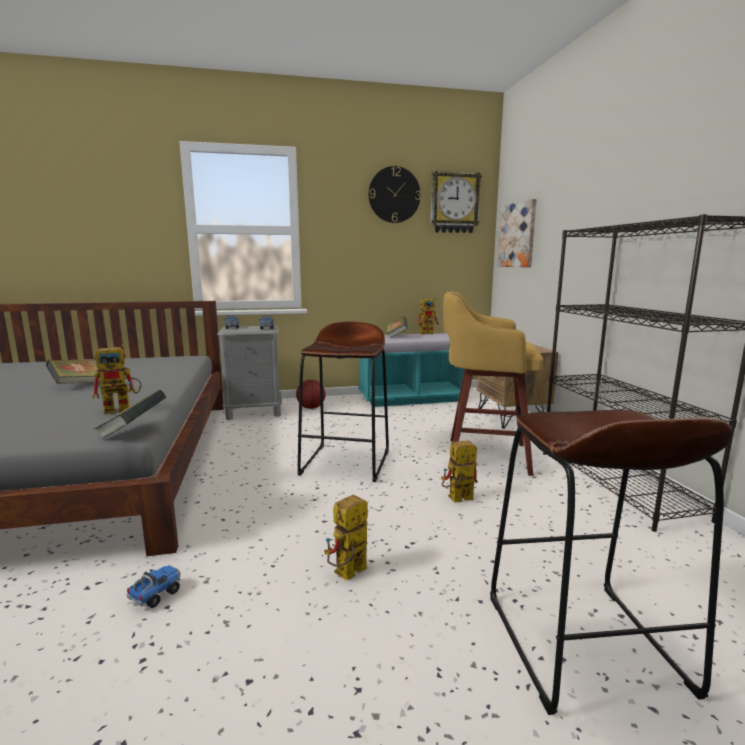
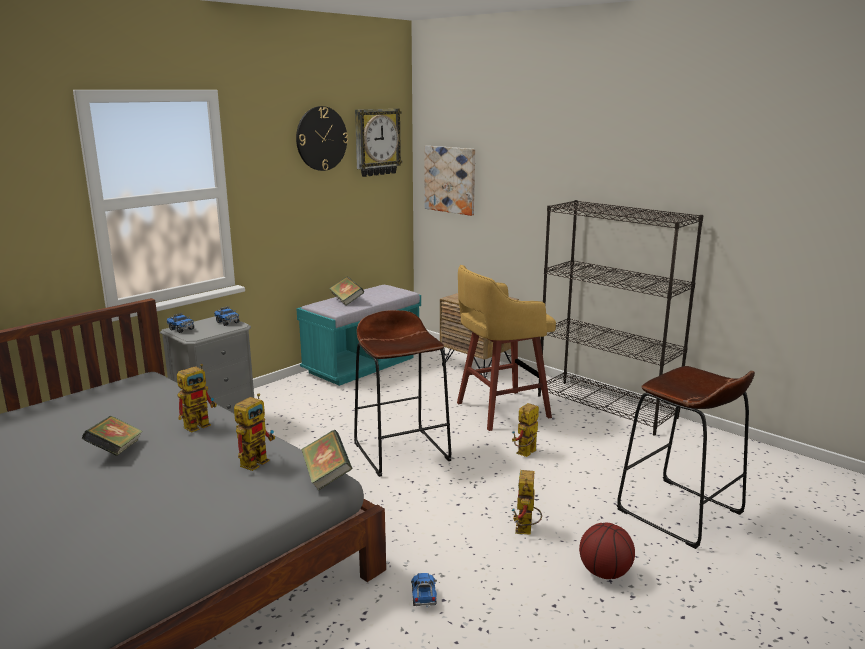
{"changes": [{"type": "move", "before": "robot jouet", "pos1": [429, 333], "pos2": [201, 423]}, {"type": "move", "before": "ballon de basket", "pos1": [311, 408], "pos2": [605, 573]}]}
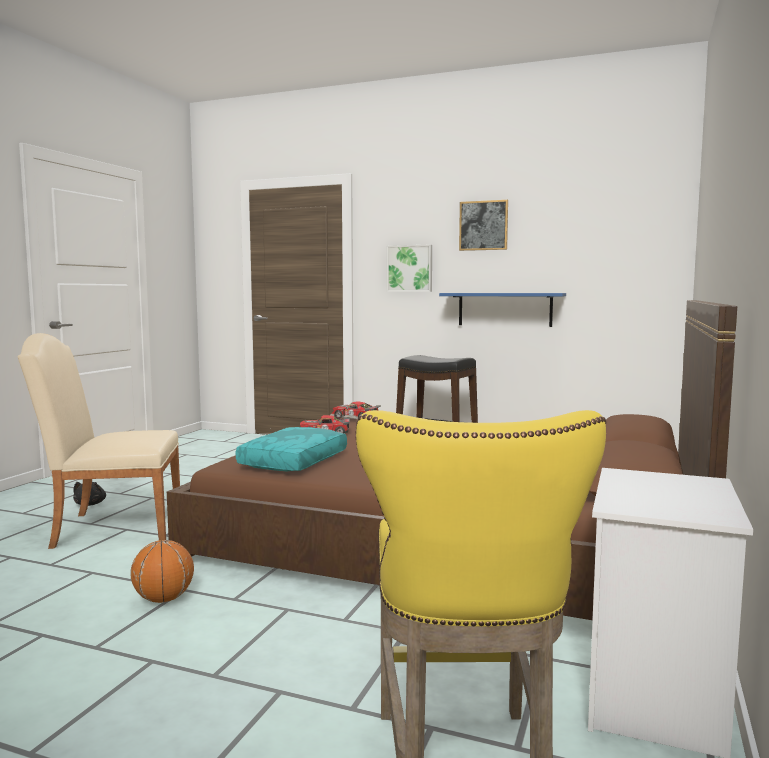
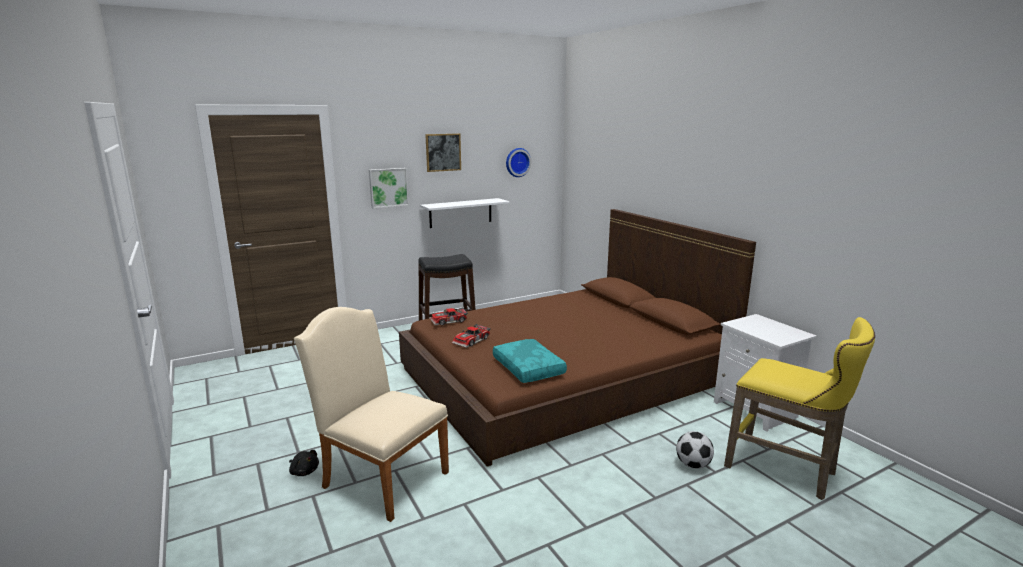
{"changes": [{"type": "rotate", "before": "chaise (beige)", "pos1": [109, 528], "pos2": [380, 476], "turn": 90}, {"type": "recolor", "before": "étagère (bleu)", "after": "étagère (blanc)", "pos1": [504, 309], "pos2": [460, 213]}, {"type": "insert", "after": "horloge murale", "pos2": [517, 162]}, {"type": "insert", "after": "ballon de foot", "pos2": [693, 465]}, {"type": "delete", "before": "ballon de basket", "pos1": [164, 599]}]}
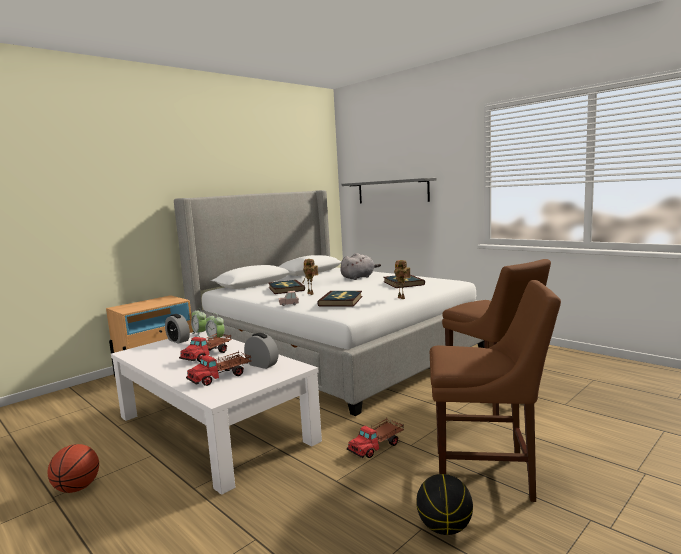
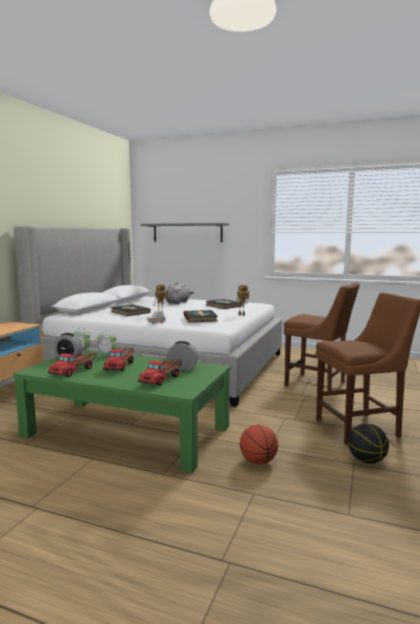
{"changes": [{"type": "recolor", "before": "table basse (blanc)", "after": "table basse (vert)", "pos1": [214, 428], "pos2": [127, 431]}, {"type": "move", "before": "camion jouet", "pos1": [377, 446], "pos2": [74, 370]}, {"type": "move", "before": "ballon de basket", "pos1": [77, 488], "pos2": [258, 461]}]}
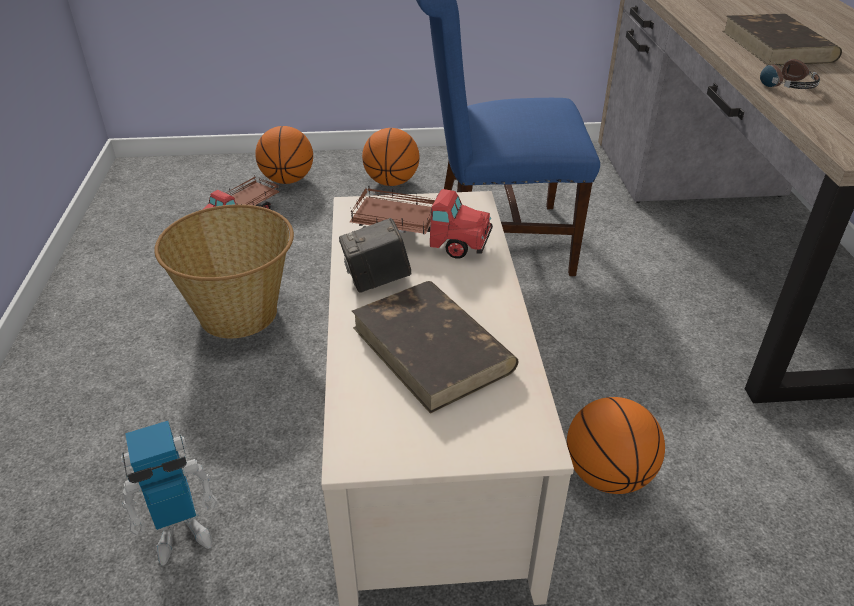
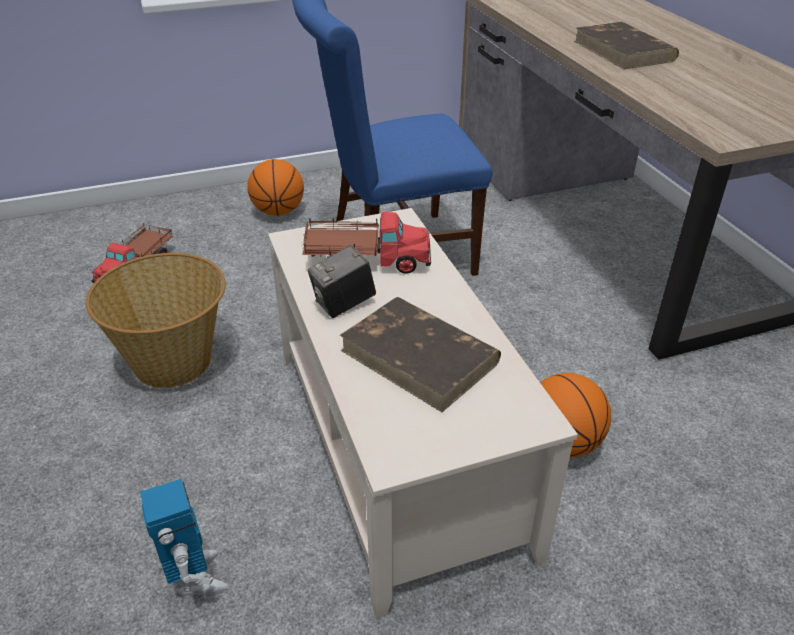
{"changes": [{"type": "rotate", "before": "robot jouet", "pos1": [181, 534], "pos2": [196, 579], "turn": -75}, {"type": "delete", "before": "ballon de basket", "pos1": [287, 180]}, {"type": "delete", "before": "casque audio", "pos1": [780, 83]}]}
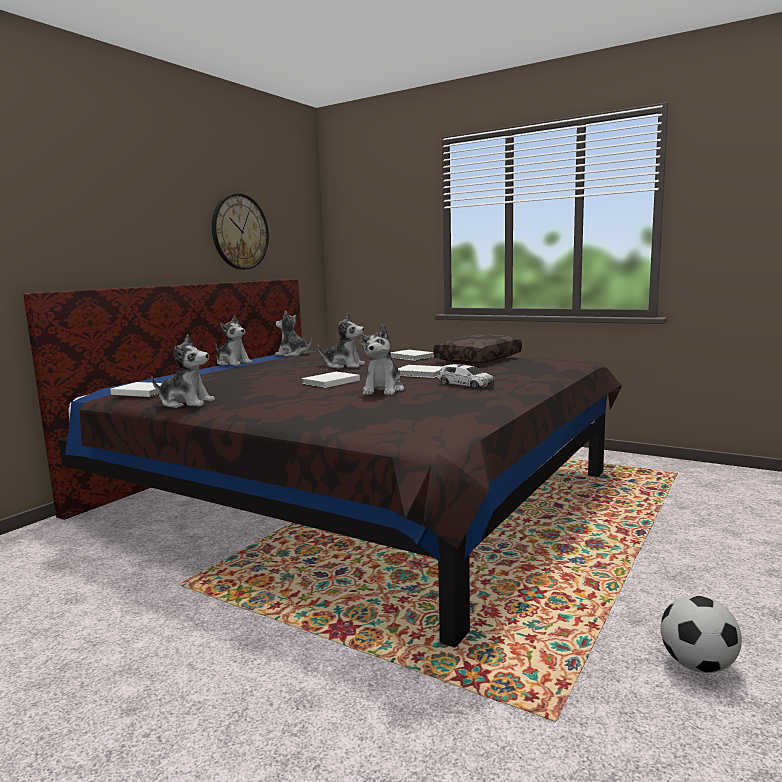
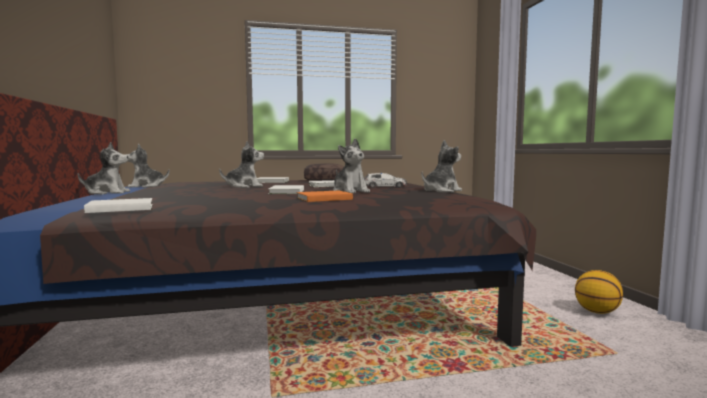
{"changes": [{"type": "insert", "after": "livre (orange)", "pos2": [322, 198]}, {"type": "move", "before": "peluche", "pos1": [186, 403], "pos2": [441, 191]}, {"type": "replace", "before": "ballon de foot", "after": "ballon de basket", "pos1": [697, 665], "pos2": [596, 311]}, {"type": "delete", "before": "horloge murale", "pos1": [240, 232]}]}
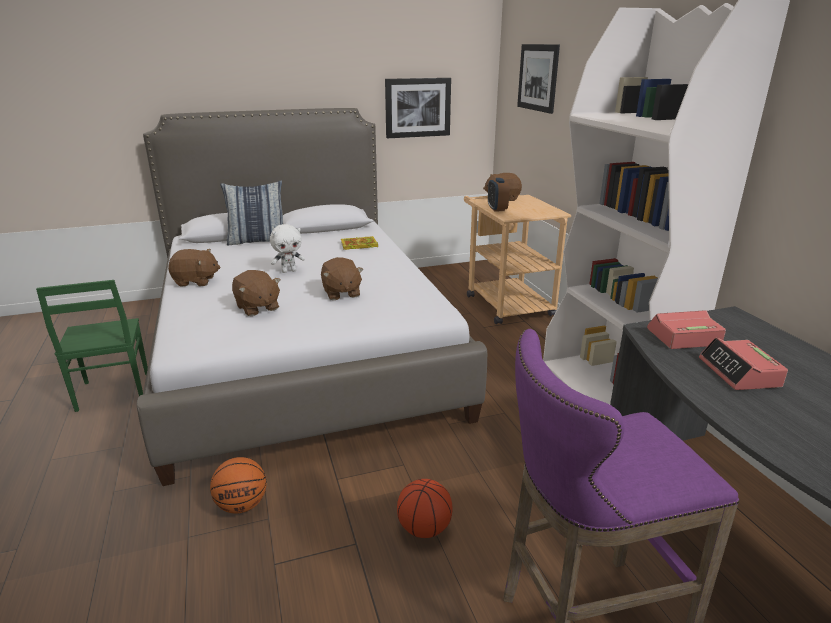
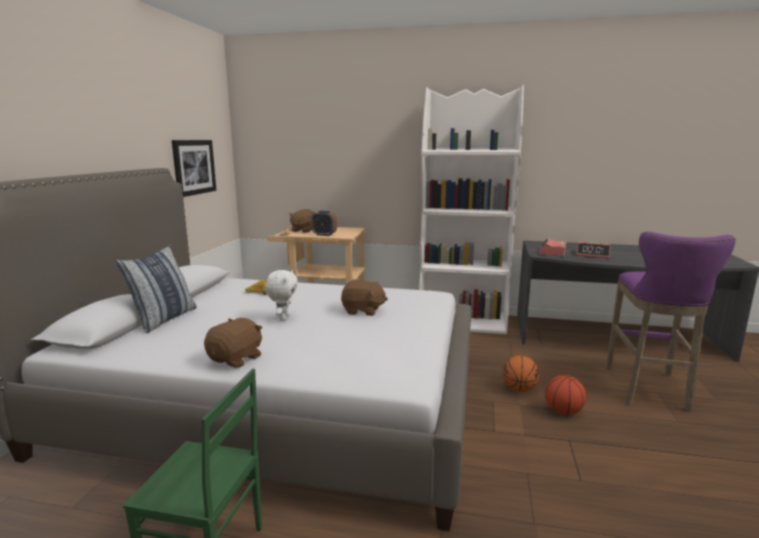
{"changes": [{"type": "move", "before": "ballon de basket", "pos1": [242, 505], "pos2": [519, 389]}, {"type": "delete", "before": "peluche (marron)", "pos1": [257, 308]}, {"type": "delete", "before": "tableau", "pos1": [538, 77]}]}
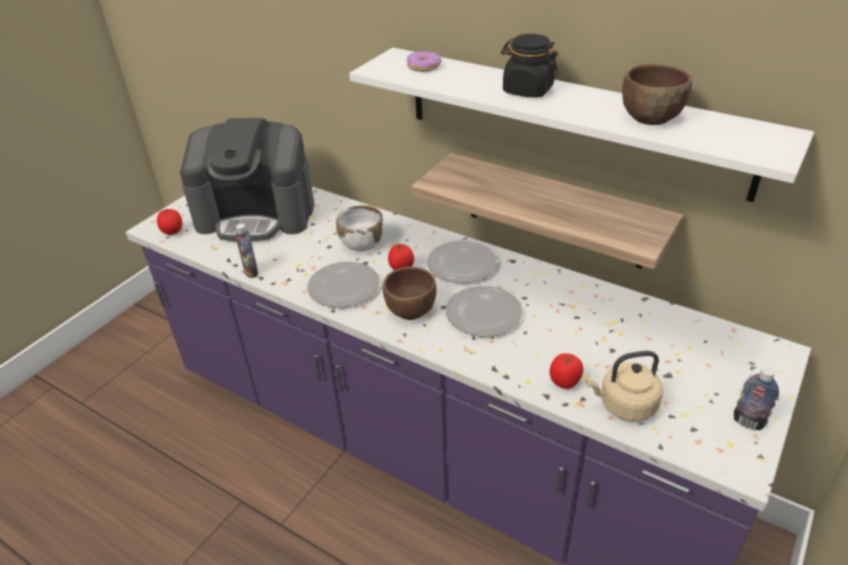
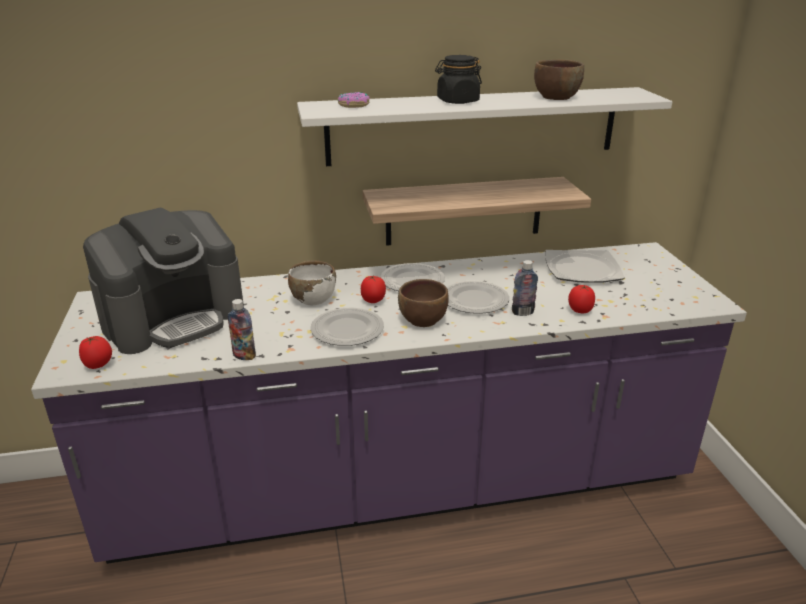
{"changes": [{"type": "move", "before": "bouteille", "pos1": [748, 422], "pos2": [522, 312]}, {"type": "insert", "after": "assiette", "pos2": [582, 269]}, {"type": "delete", "before": "bouilloire (beige)", "pos1": [624, 405]}]}
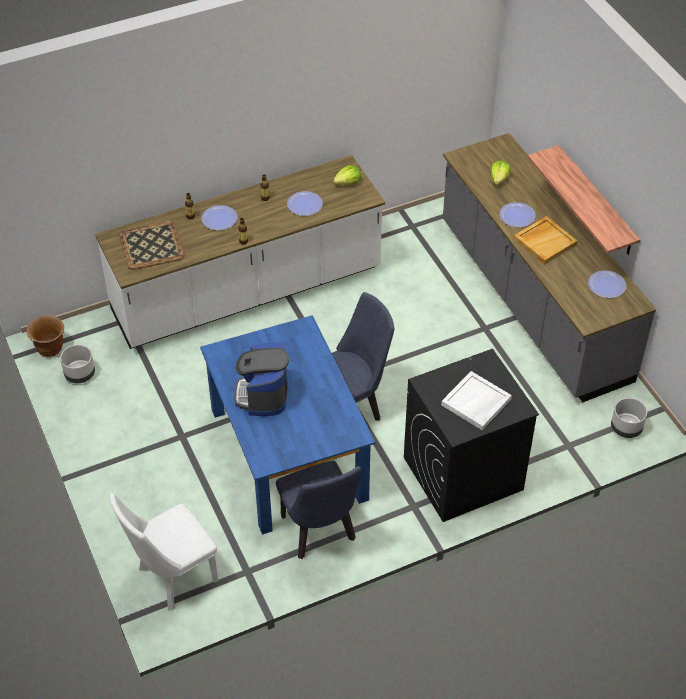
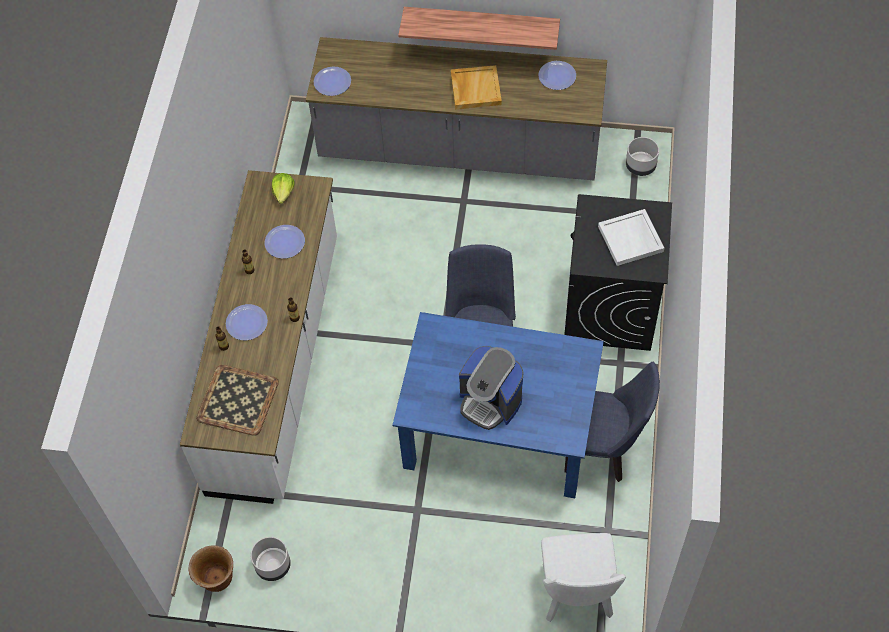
{"changes": [{"type": "move", "before": "assiette", "pos1": [517, 216], "pos2": [332, 82]}, {"type": "delete", "before": "laitue", "pos1": [499, 179]}]}
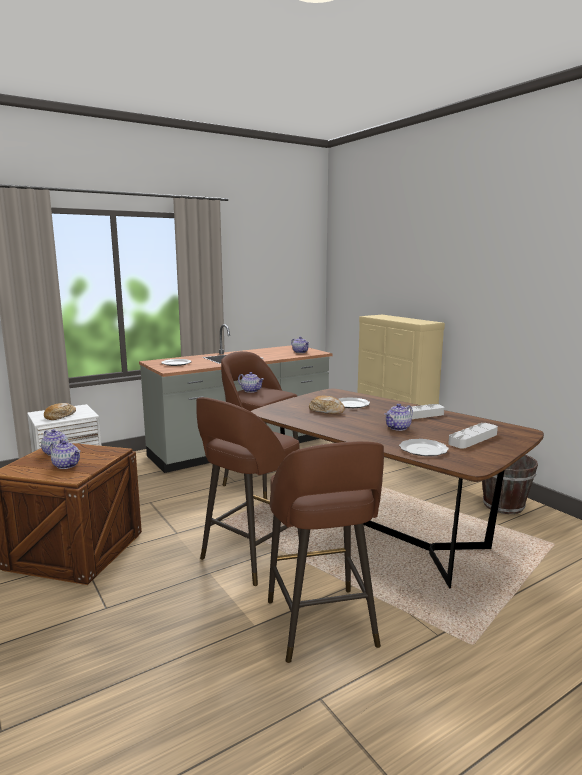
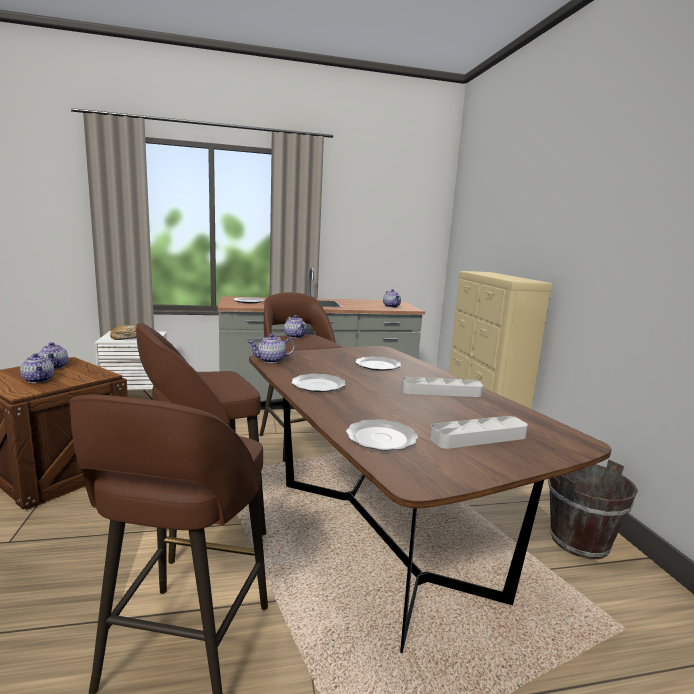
{"changes": [{"type": "move", "before": "théière", "pos1": [398, 428], "pos2": [271, 360]}, {"type": "insert", "after": "assiette", "pos2": [319, 385]}, {"type": "delete", "before": "pain", "pos1": [326, 411]}]}
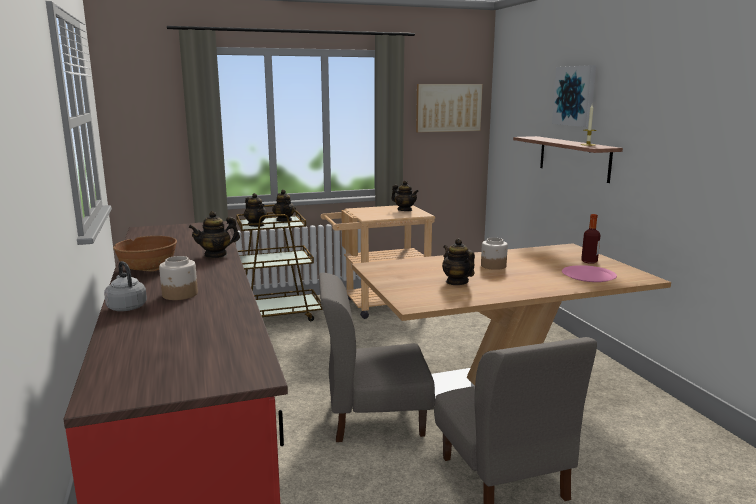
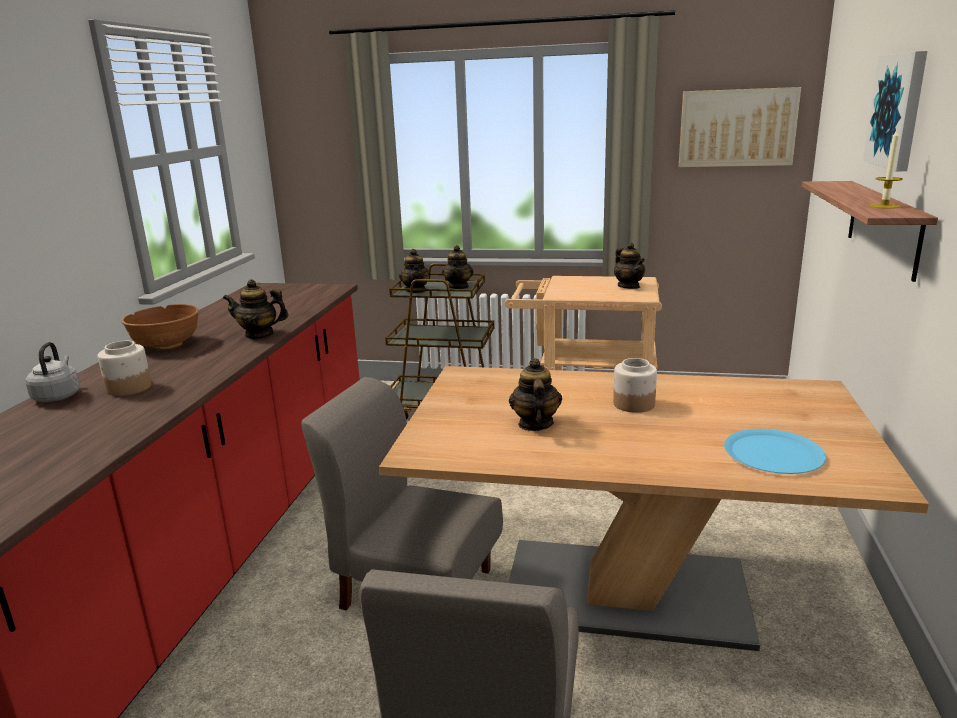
{"changes": [{"type": "recolor", "before": "assiette (rose)", "after": "assiette (bleu)", "pos1": [588, 275], "pos2": [773, 453]}, {"type": "delete", "before": "bouteille", "pos1": [589, 261]}]}
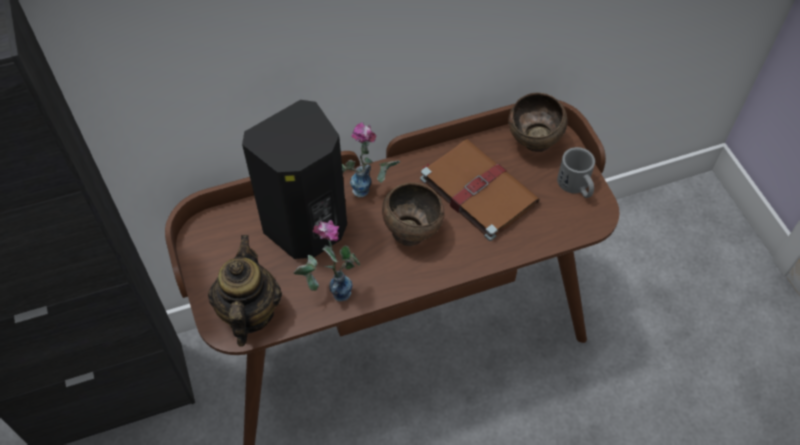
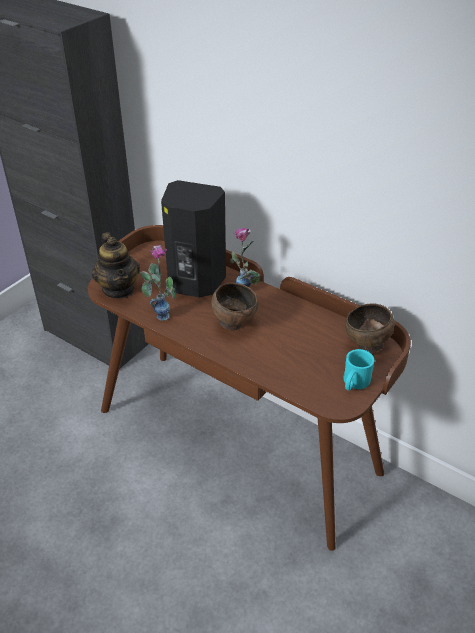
{"changes": [{"type": "rotate", "before": "théière", "pos1": [249, 313], "pos2": [119, 289], "turn": 105}, {"type": "recolor", "before": "mug (gris)", "after": "mug (turquoise)", "pos1": [576, 186], "pos2": [354, 383]}, {"type": "delete", "before": "livre (marron)", "pos1": [476, 189]}]}
